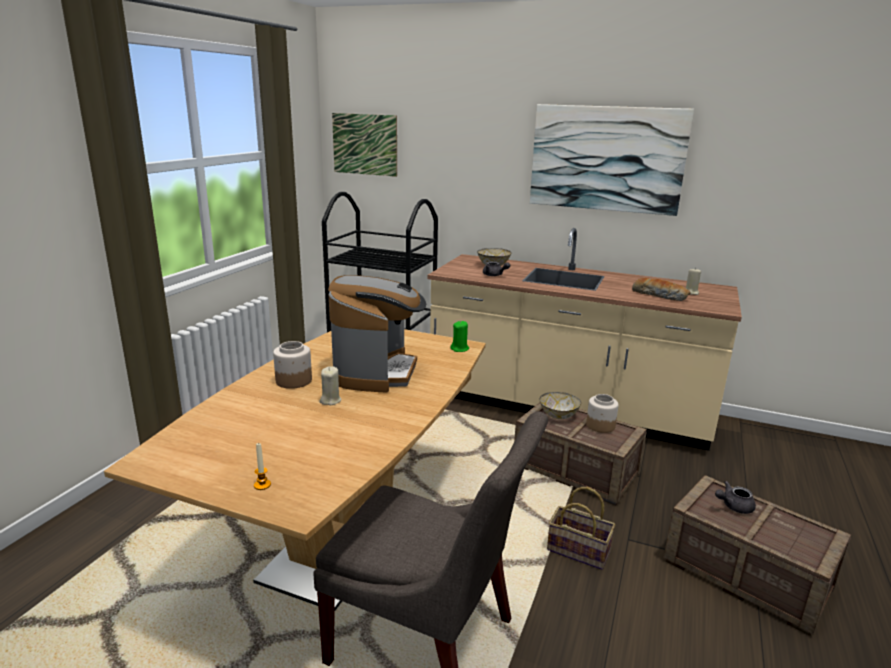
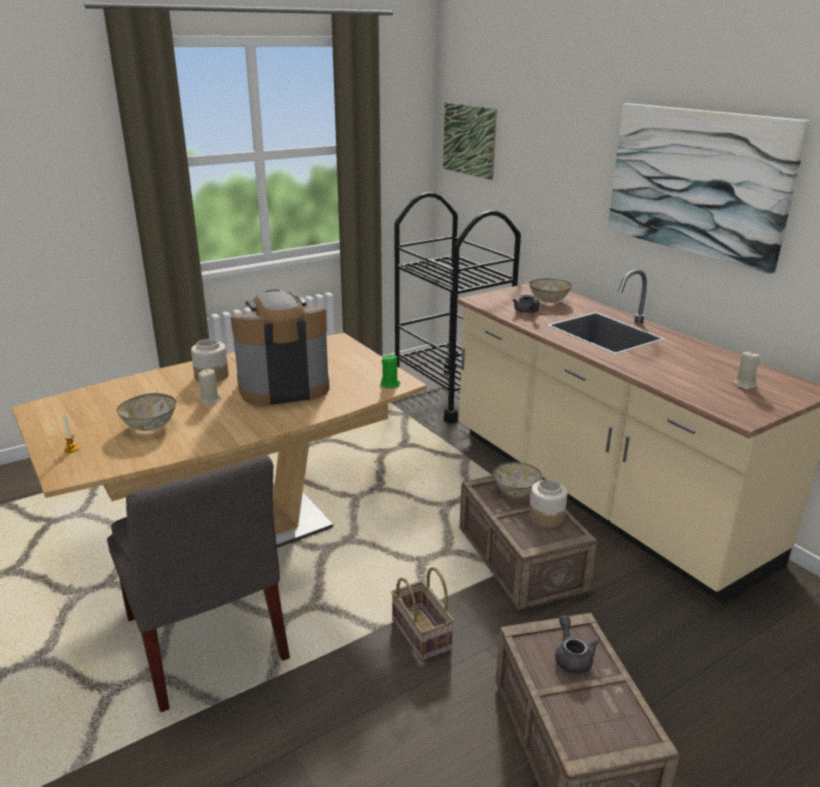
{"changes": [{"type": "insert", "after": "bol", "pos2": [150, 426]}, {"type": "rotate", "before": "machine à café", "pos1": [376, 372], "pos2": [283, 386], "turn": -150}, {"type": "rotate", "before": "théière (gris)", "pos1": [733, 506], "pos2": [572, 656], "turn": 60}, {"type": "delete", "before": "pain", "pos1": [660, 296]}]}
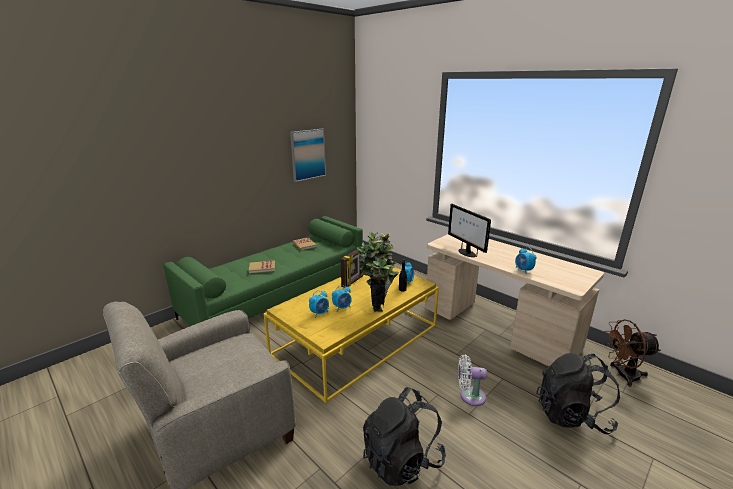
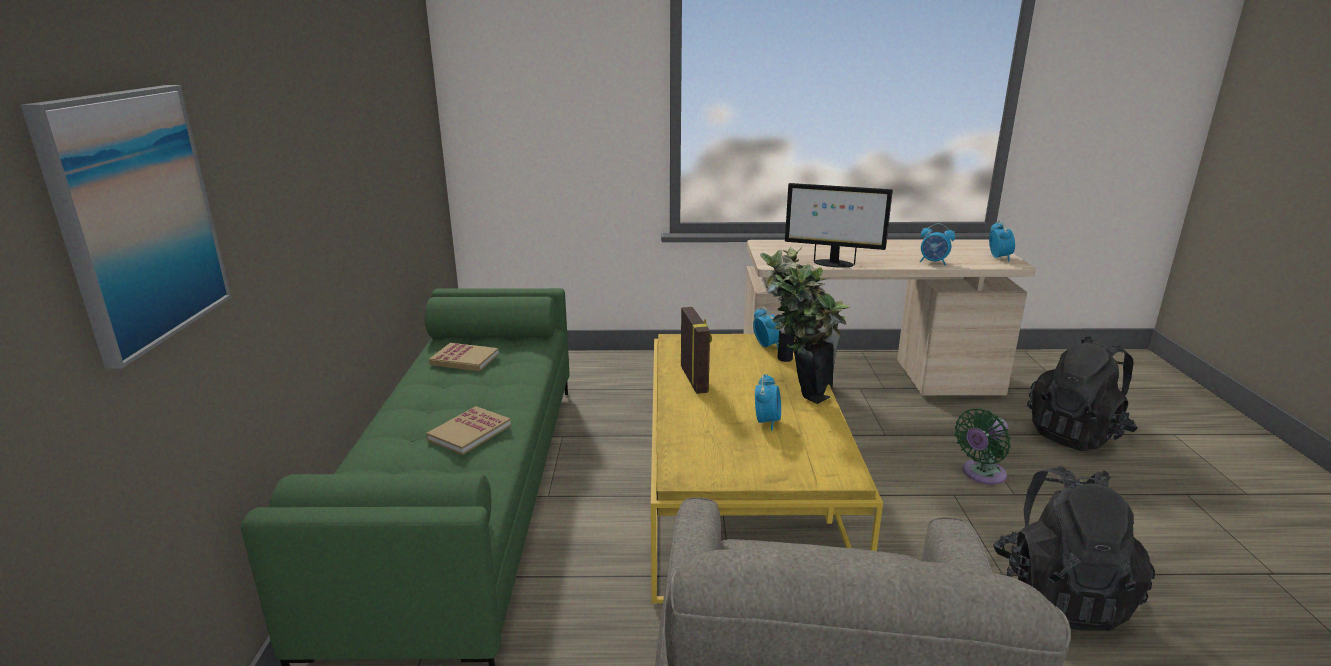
{"changes": [{"type": "move", "before": "tableau", "pos1": [308, 154], "pos2": [137, 218]}, {"type": "recolor", "before": "ventilateur (blanc)", "after": "ventilateur (vert)", "pos1": [469, 396], "pos2": [981, 474]}, {"type": "move", "before": "réveil", "pos1": [320, 313], "pos2": [999, 257]}, {"type": "delete", "before": "ventilateur (marron)", "pos1": [622, 375]}]}
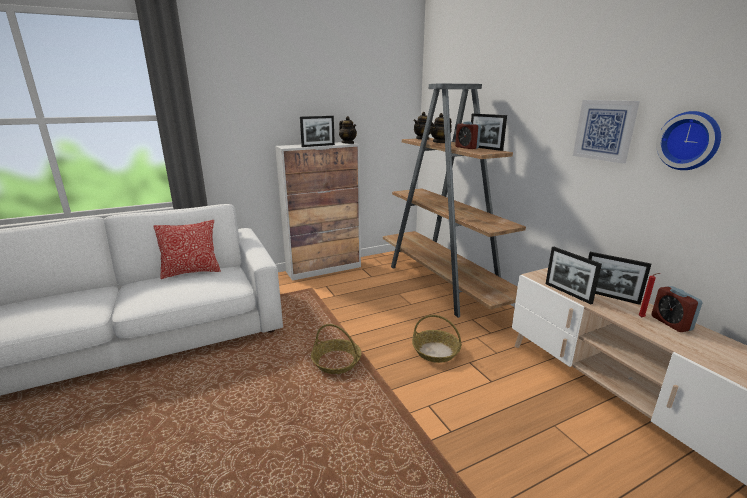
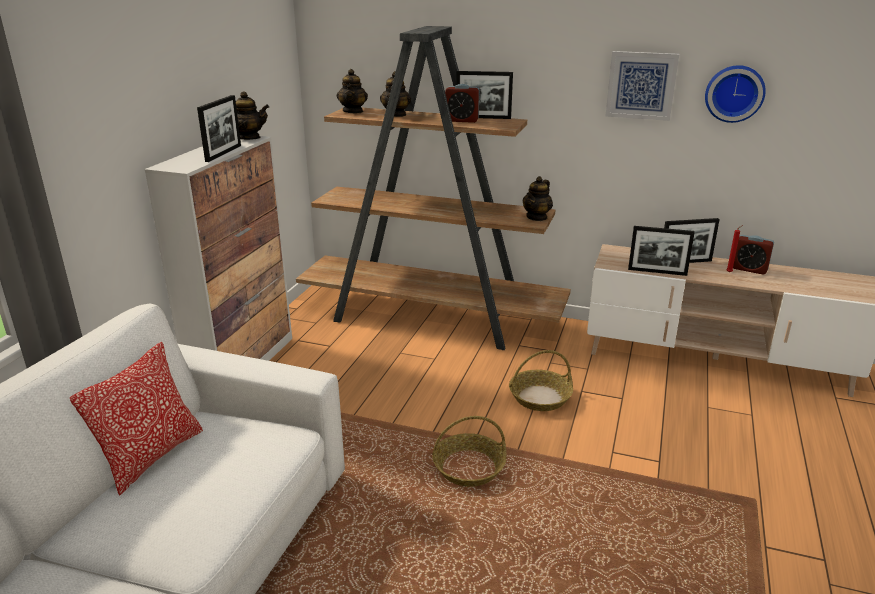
{"changes": [{"type": "insert", "after": "théière", "pos2": [537, 217]}]}
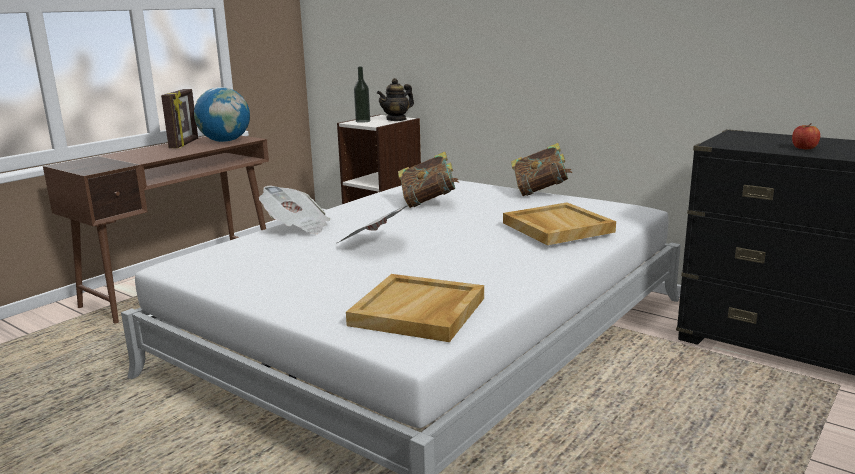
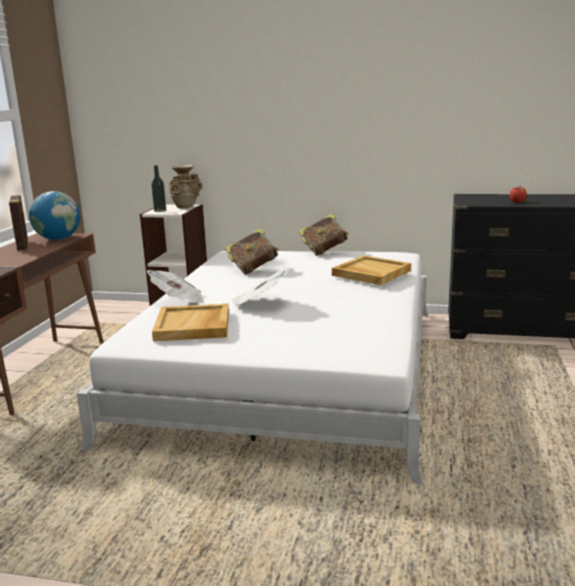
{"changes": [{"type": "move", "before": "plateau (beige)", "pos1": [418, 312], "pos2": [193, 326]}, {"type": "replace", "before": "théière", "after": "vase (beige)", "pos1": [396, 119], "pos2": [186, 207]}]}
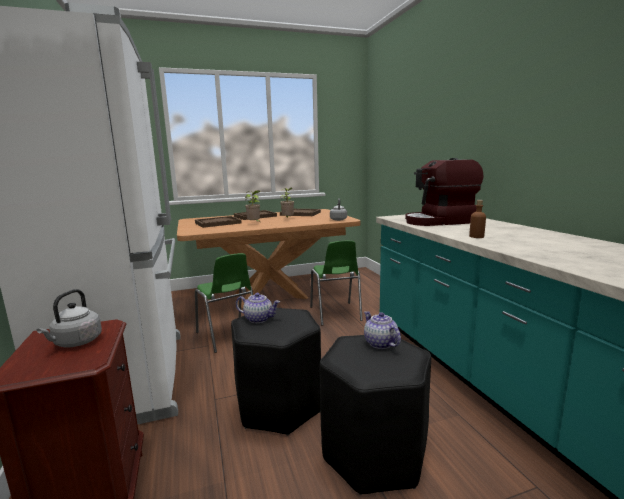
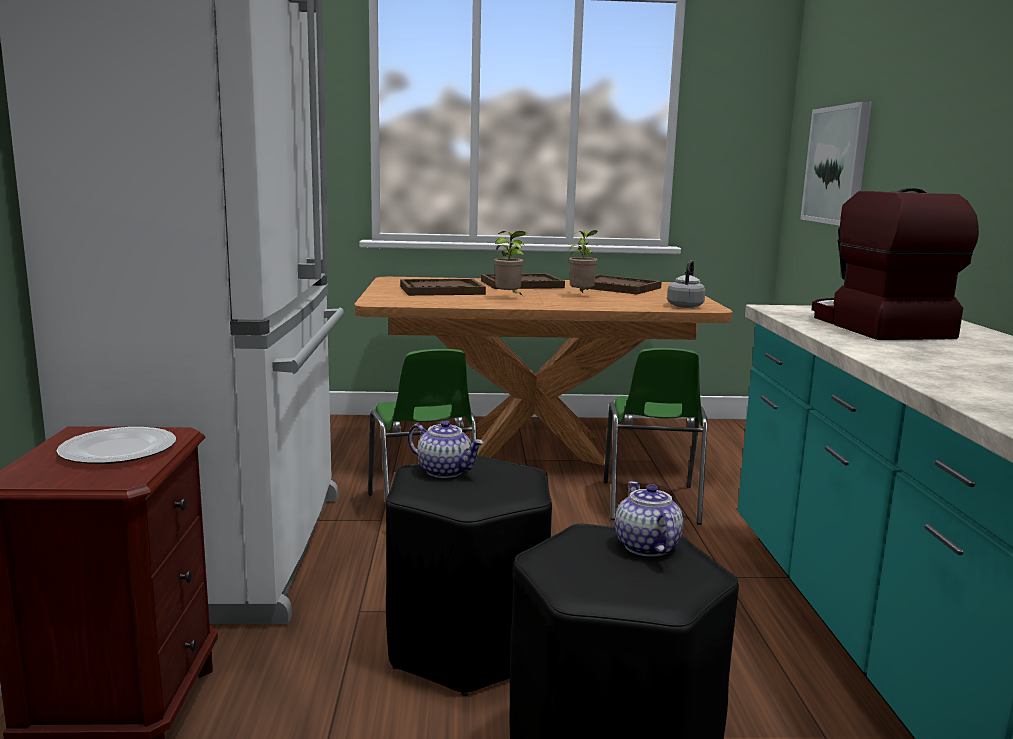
{"changes": [{"type": "replace", "before": "bouilloire (gris)", "after": "assiette", "pos1": [76, 342], "pos2": [118, 451]}, {"type": "insert", "after": "tableau", "pos2": [837, 165]}, {"type": "rotate", "before": "machine à café", "pos1": [440, 221], "pos2": [875, 326], "turn": 75}, {"type": "delete", "before": "bouteille (marron)", "pos1": [476, 236]}]}
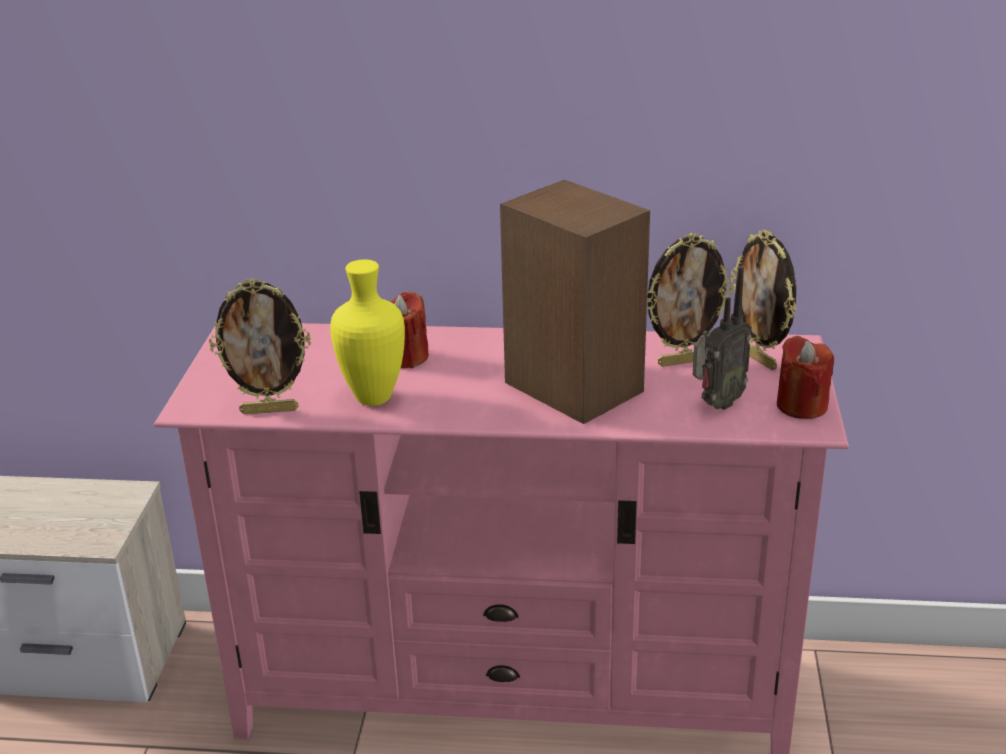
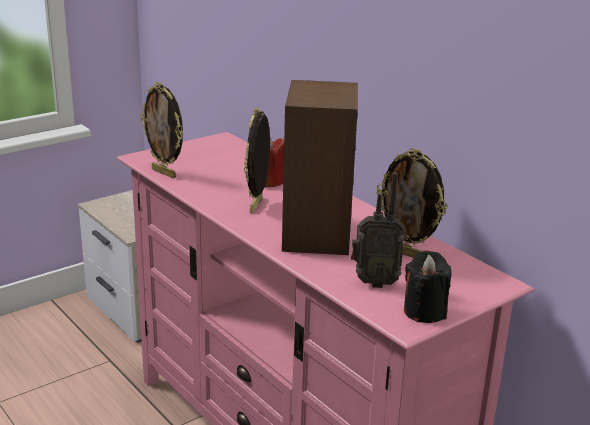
{"changes": [{"type": "move", "before": "cadre photo", "pos1": [759, 359], "pos2": [257, 206]}, {"type": "recolor", "before": "bougie (rouge)", "after": "bougie (noir)", "pos1": [802, 406], "pos2": [425, 311]}, {"type": "delete", "before": "vase (jaune)", "pos1": [375, 397]}]}
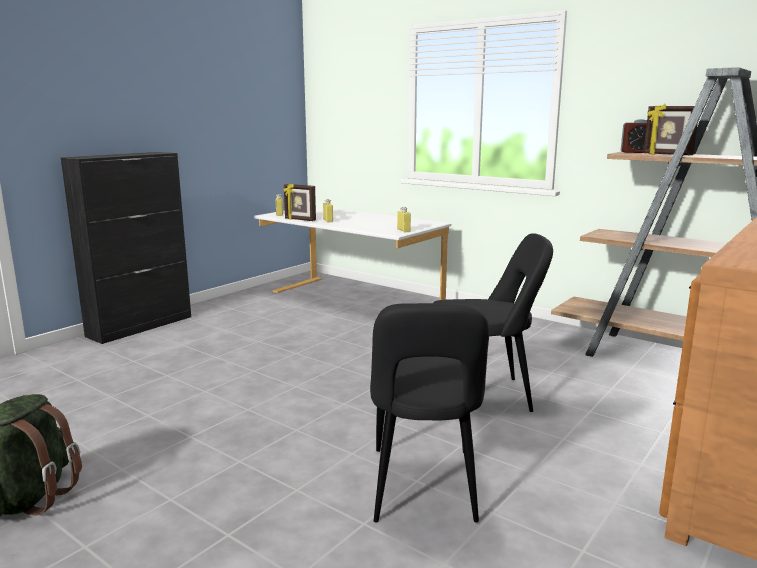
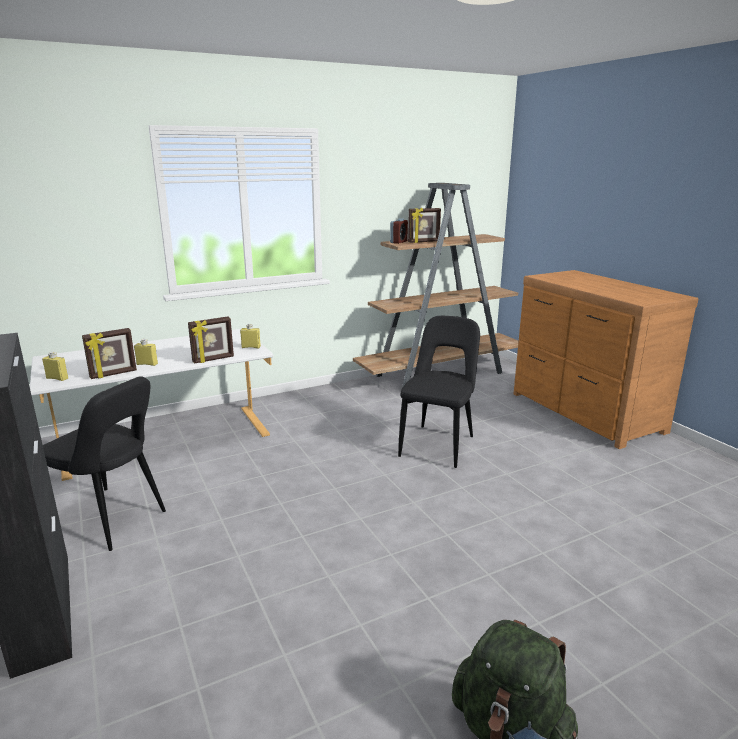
{"changes": [{"type": "move", "before": "chaise (noir)", "pos1": [423, 489], "pos2": [111, 519]}, {"type": "insert", "after": "cadre photo", "pos2": [213, 359]}]}
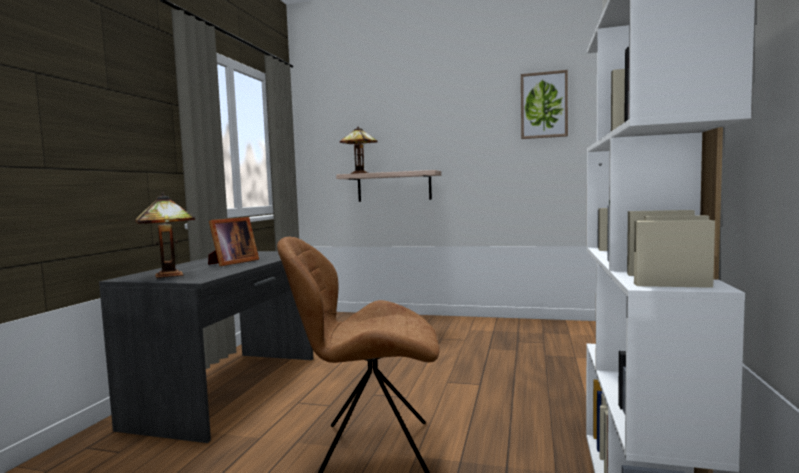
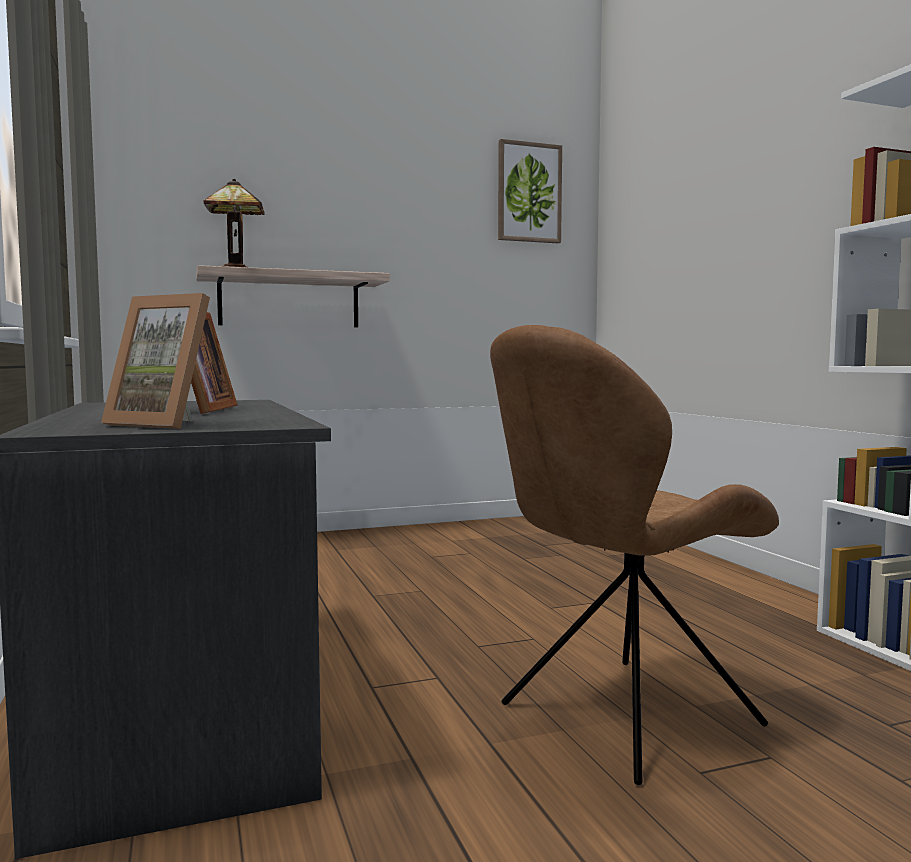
{"changes": [{"type": "replace", "before": "lampe de table", "after": "cadre photo", "pos1": [171, 275], "pos2": [167, 424]}]}
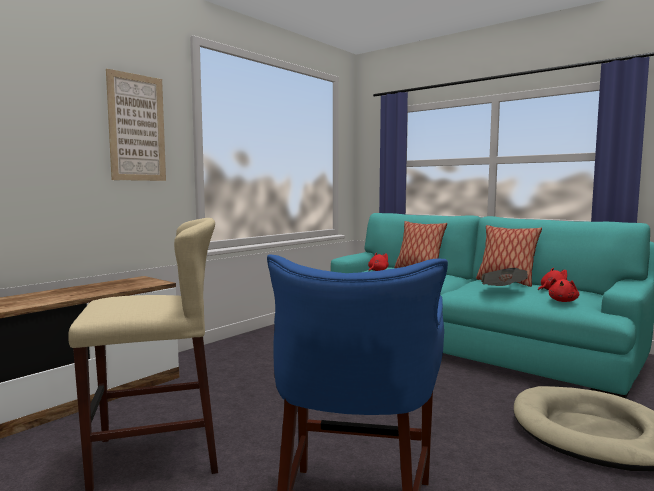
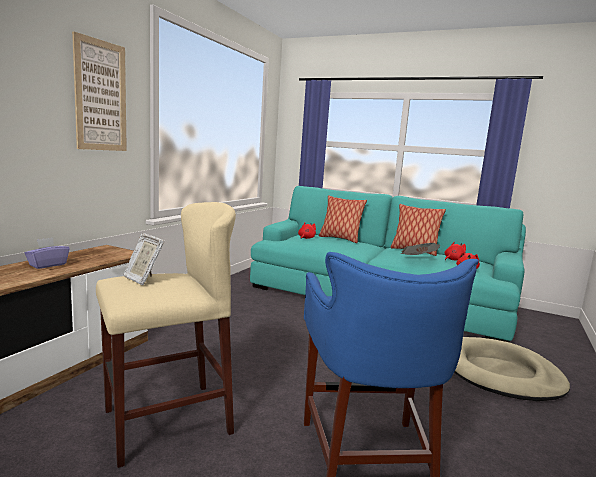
{"changes": [{"type": "insert", "after": "boîte à mouchoirs (violet)", "pos2": [47, 265]}, {"type": "insert", "after": "cadre photo", "pos2": [143, 279]}]}
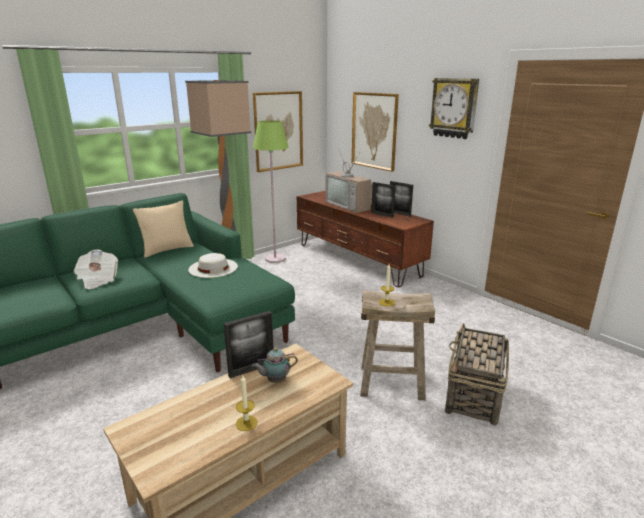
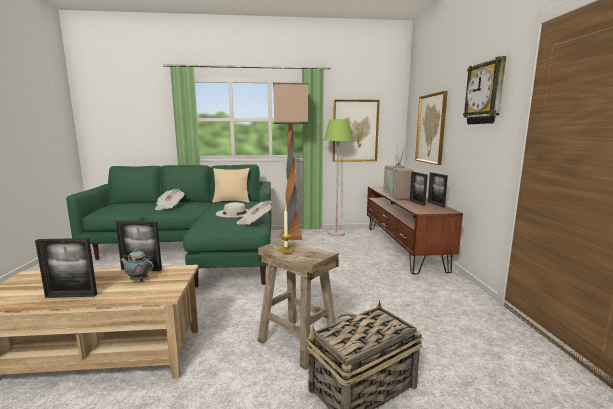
{"changes": [{"type": "replace", "before": "bougie", "after": "cadre photo", "pos1": [246, 423], "pos2": [71, 296]}, {"type": "insert", "after": "journal", "pos2": [254, 222]}]}
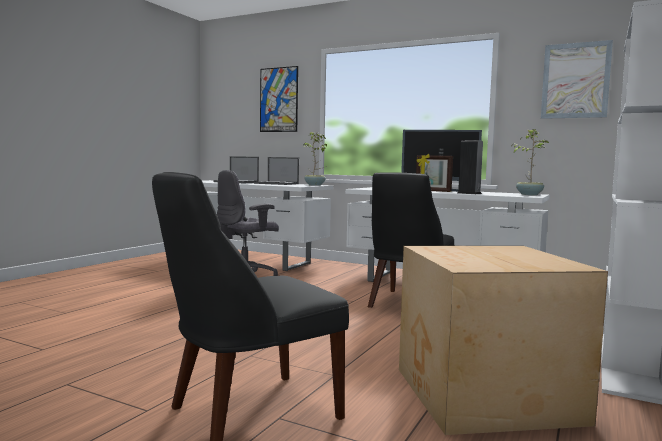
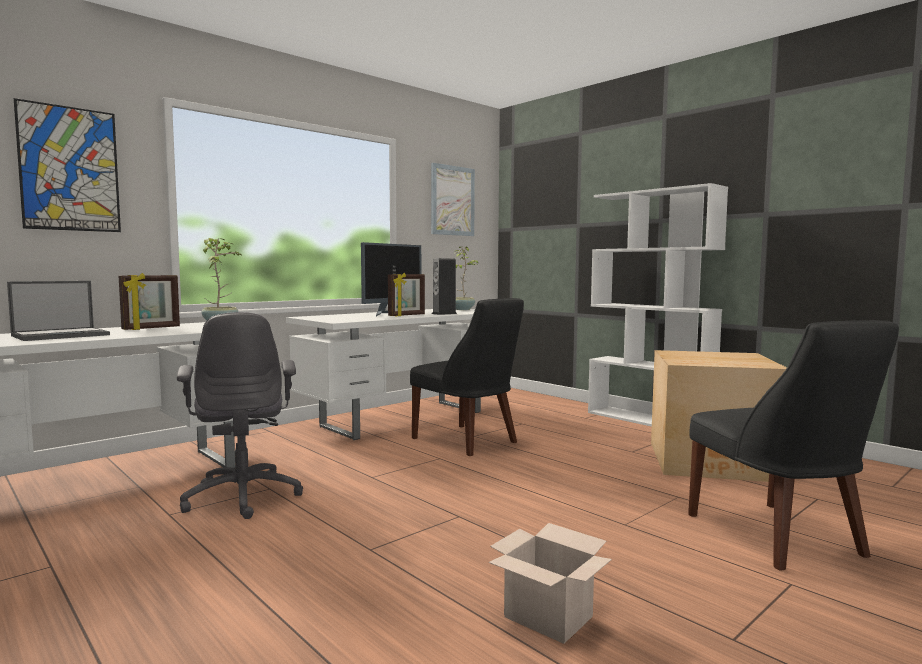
{"changes": [{"type": "replace", "before": "ordinateur portable", "after": "cadre photo", "pos1": [277, 183], "pos2": [151, 328]}, {"type": "insert", "after": "carton", "pos2": [545, 617]}]}
